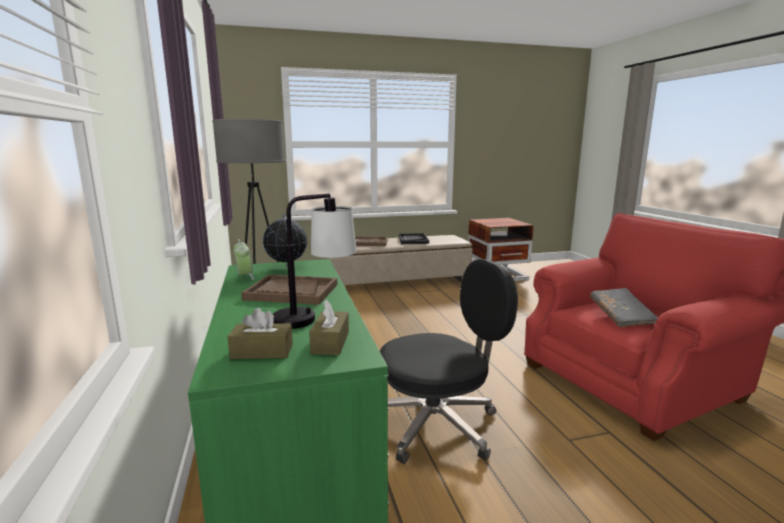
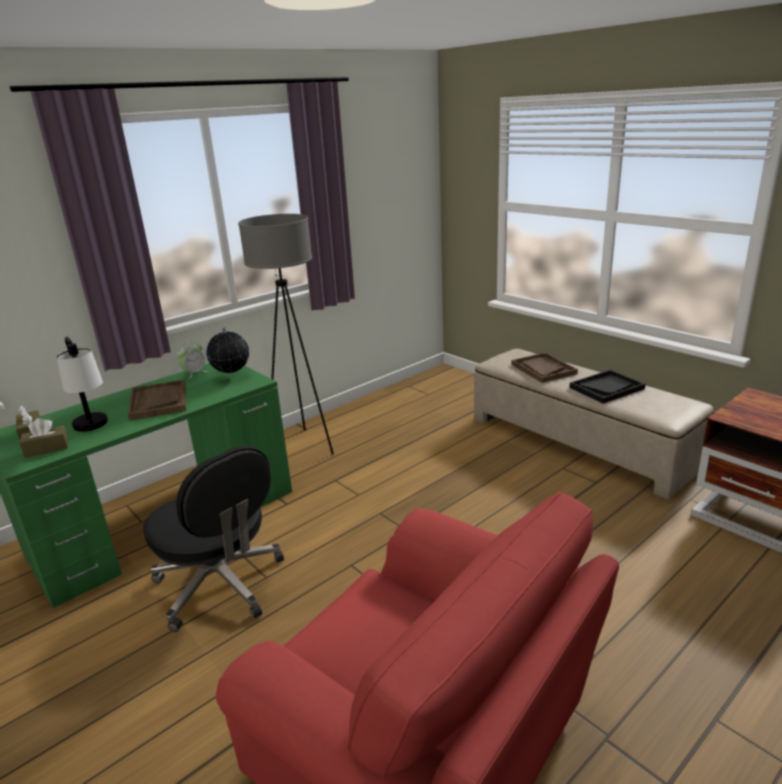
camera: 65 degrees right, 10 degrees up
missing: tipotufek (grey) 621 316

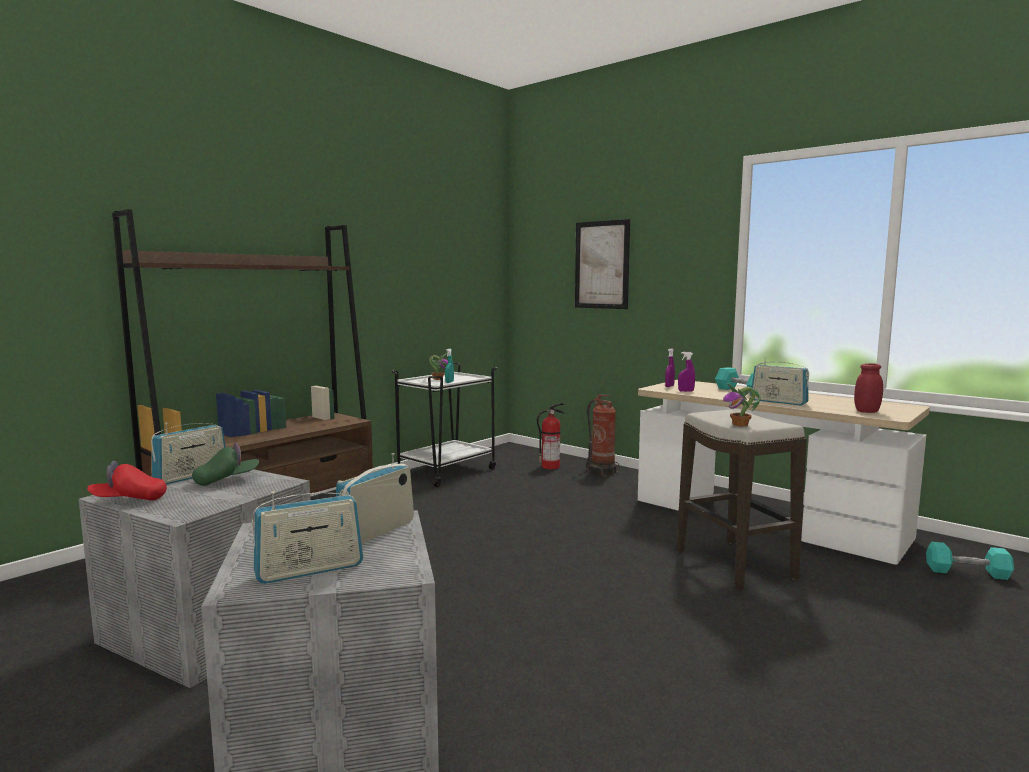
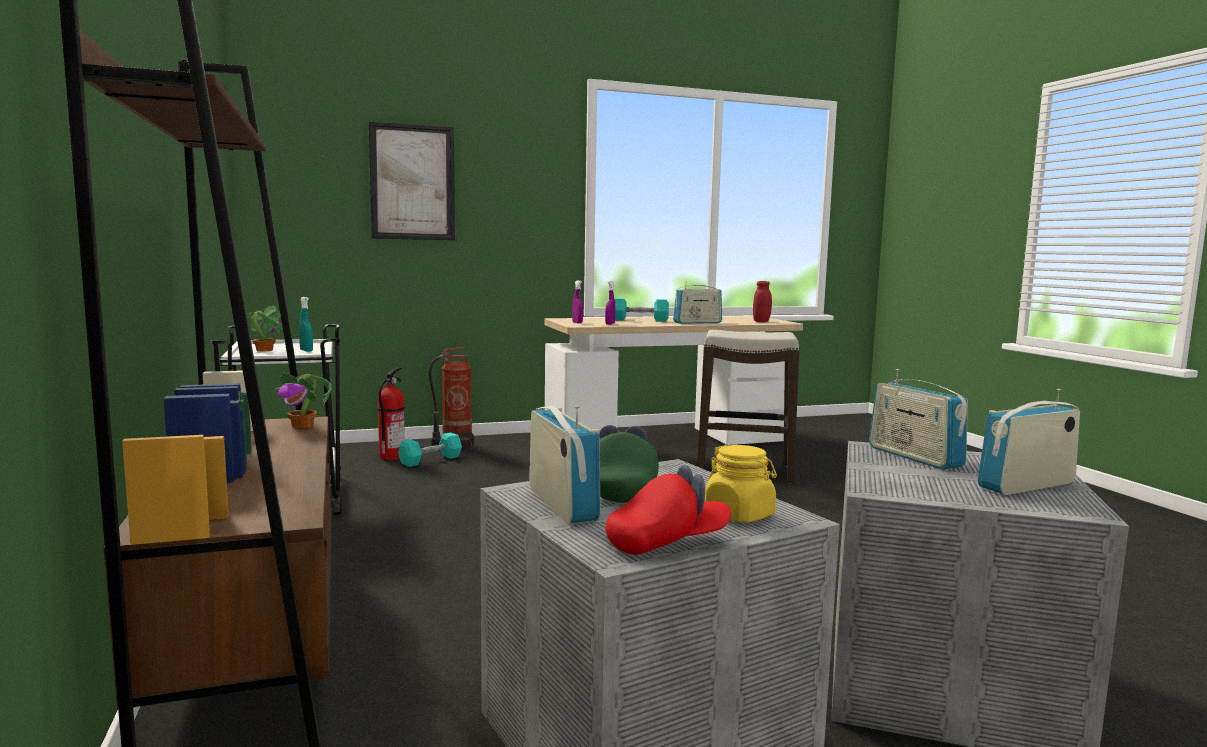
camera: 60 degrees left, 0 degrees up
appeared: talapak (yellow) 739 515
relocated: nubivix 740 425 to 303 426; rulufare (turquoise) 967 572 to 430 460
spun: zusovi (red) 129 500 = 667 543 120 degrees counterclockwise; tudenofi 309 570 = 1026 485 120 degrees counterclockwise

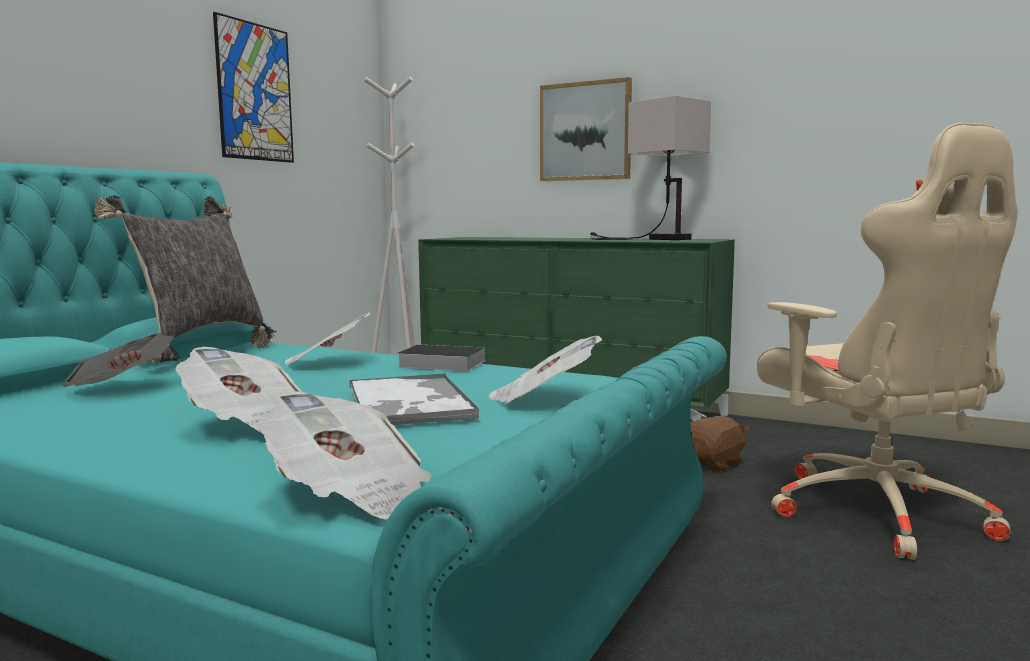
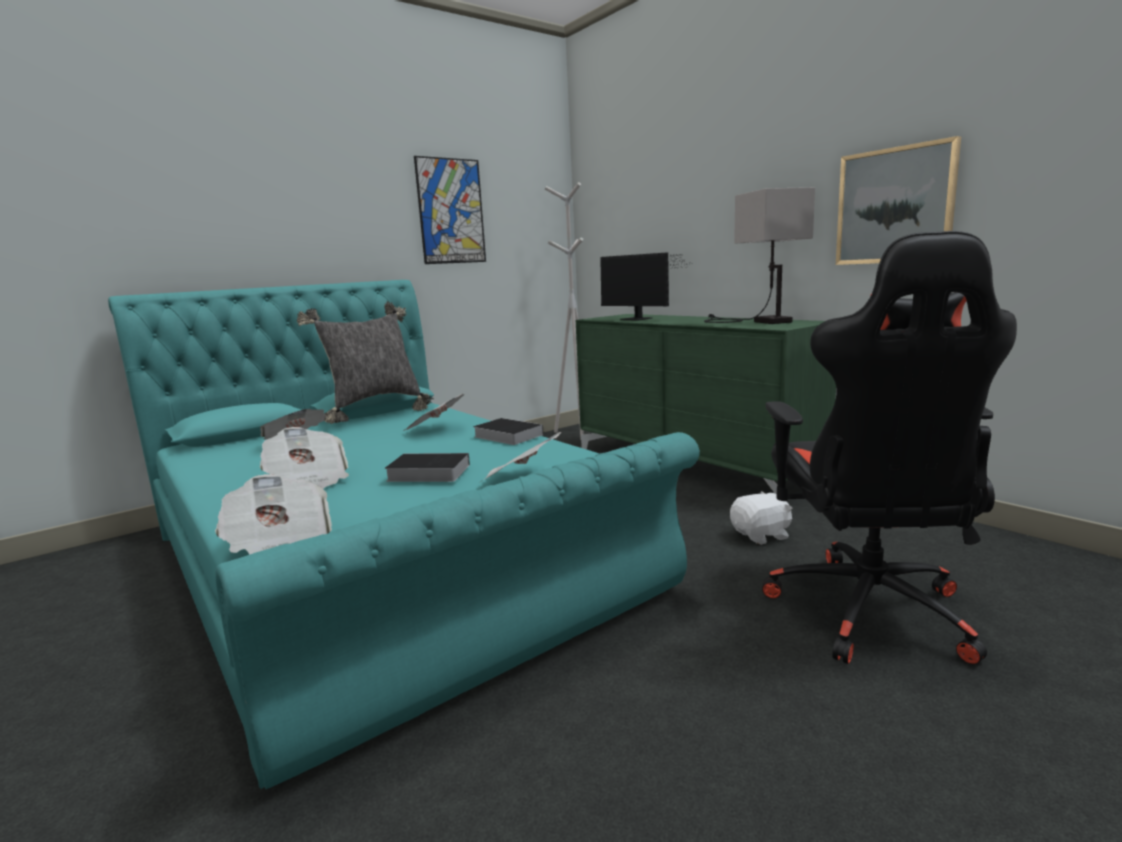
camera: 25 degrees right, 5 degrees up
appeared: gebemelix 639 319
relocated: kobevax 585 131 to 895 206
exchanged: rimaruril 410 402 to tipotufek 426 473
colour: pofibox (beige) 865 507 to pofibox (black) 862 601; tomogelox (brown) 713 464 to tomogelox (white) 761 535

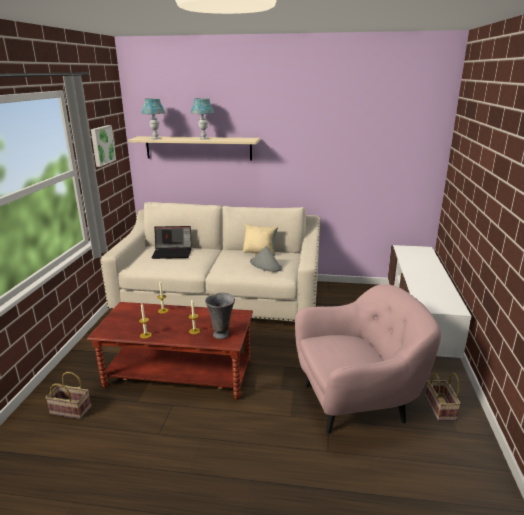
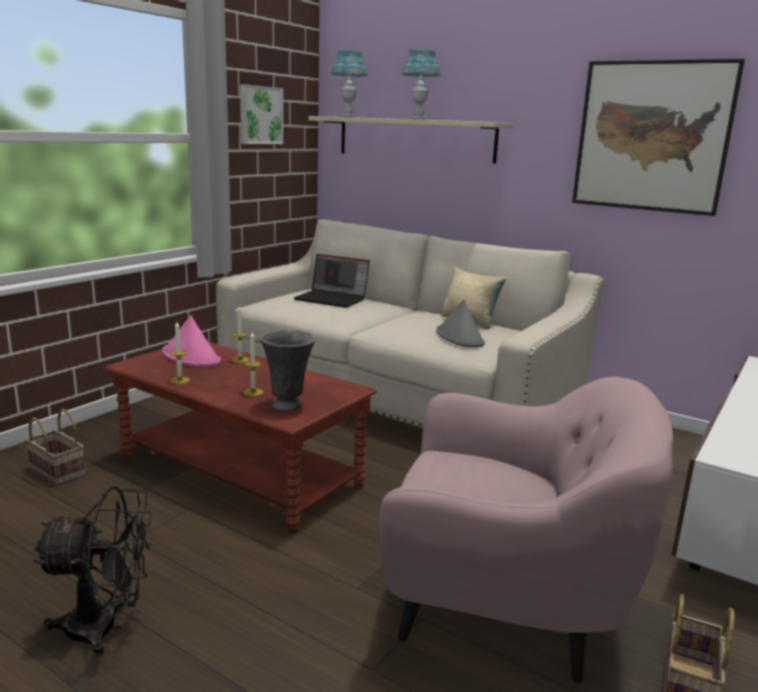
camera: 25 degrees right, 5 degrees down
appeared: kobevax 652 137; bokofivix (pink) 191 357; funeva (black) 105 627

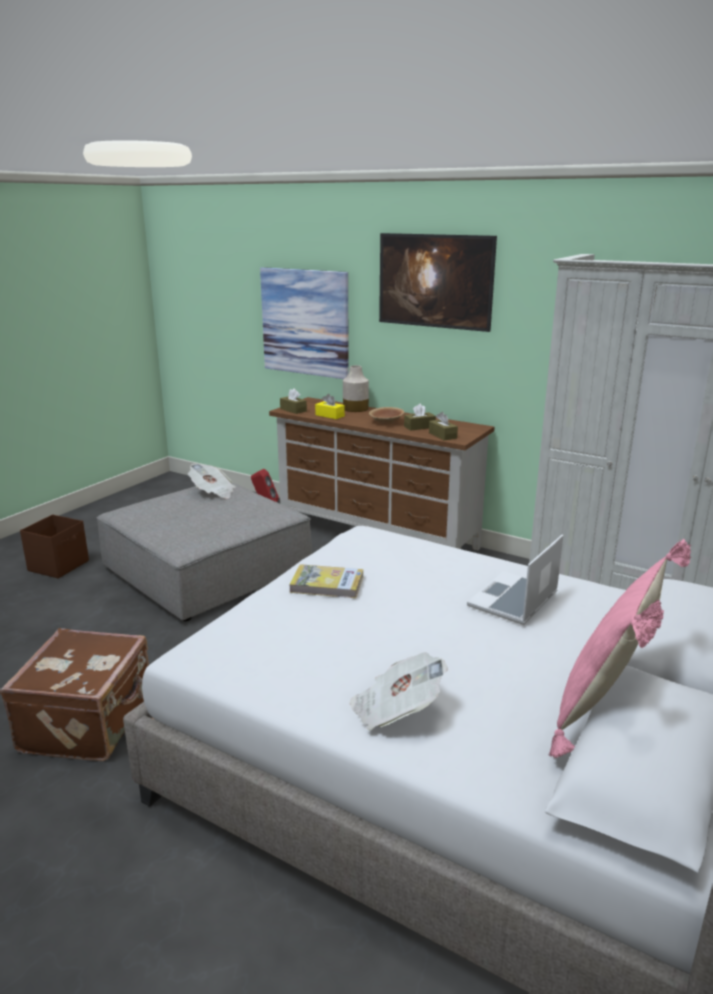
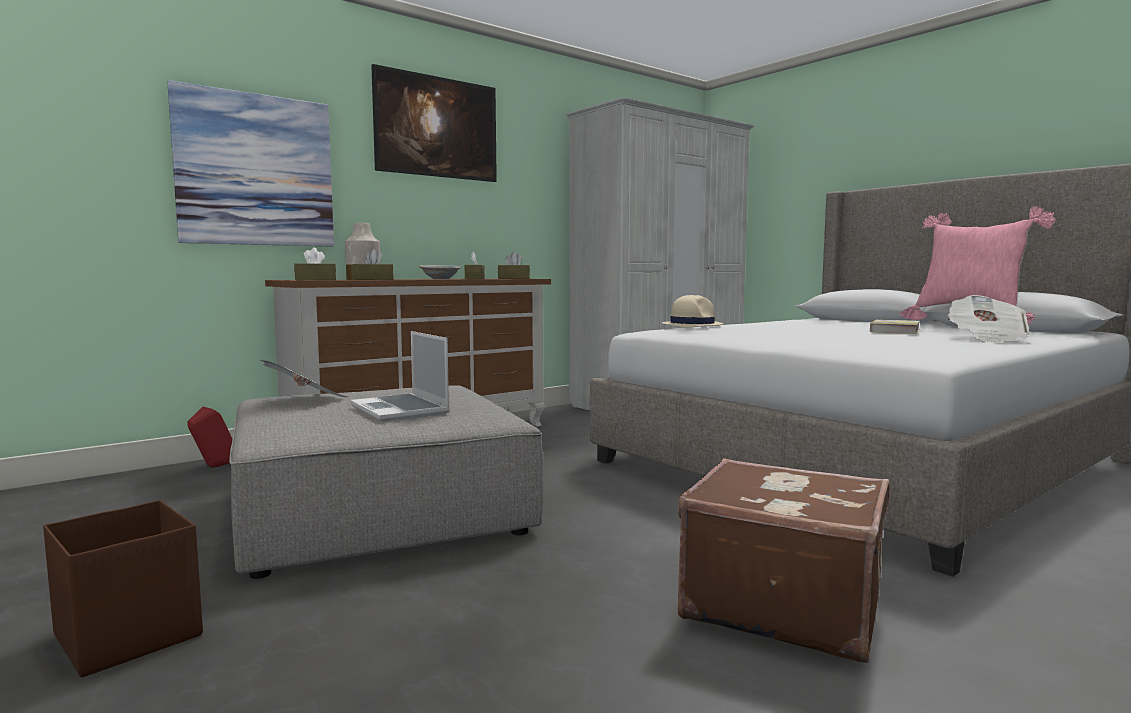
camera: 70 degrees left, 15 degrees down
appeared: bokofivix (beige) 692 325
relocated: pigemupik 514 601 to 401 410; tipotufek 327 584 to 895 330
colour: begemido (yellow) 330 415 to begemido (brown) 373 279; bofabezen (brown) 386 422 to bofabezen (grey) 440 279

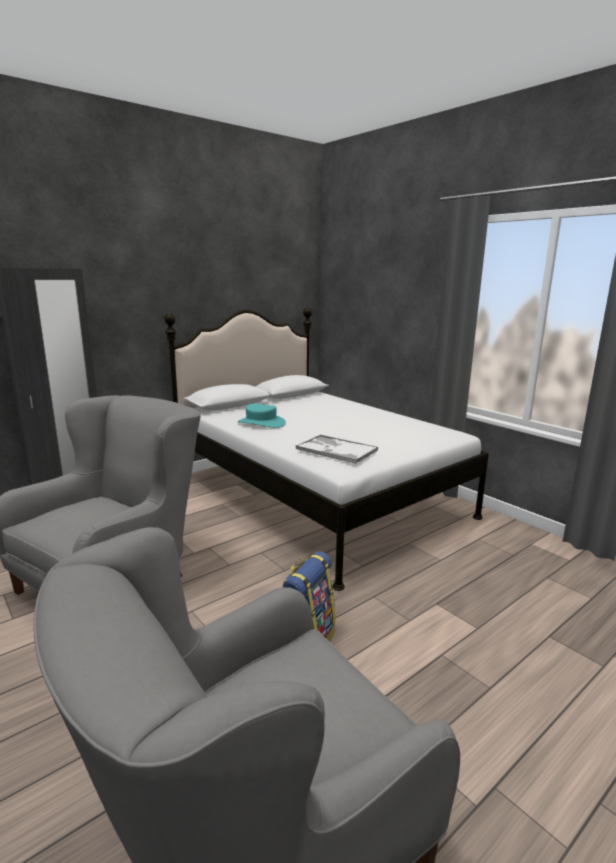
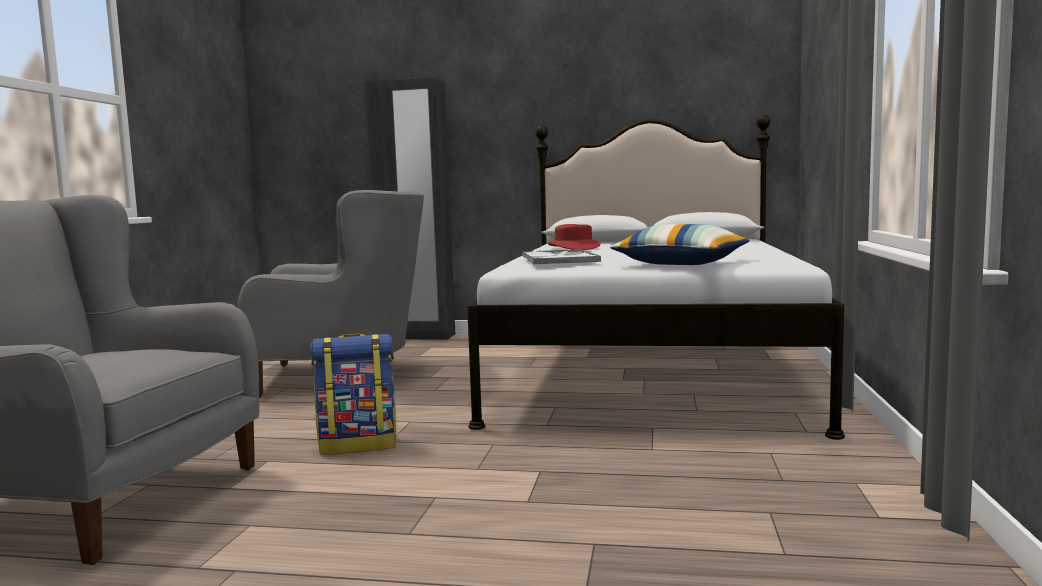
camera: 50 degrees right, 10 degrees down
appeared: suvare 681 264
colour: bokofivix (turquoise) 261 423 to bokofivix (red) 573 248

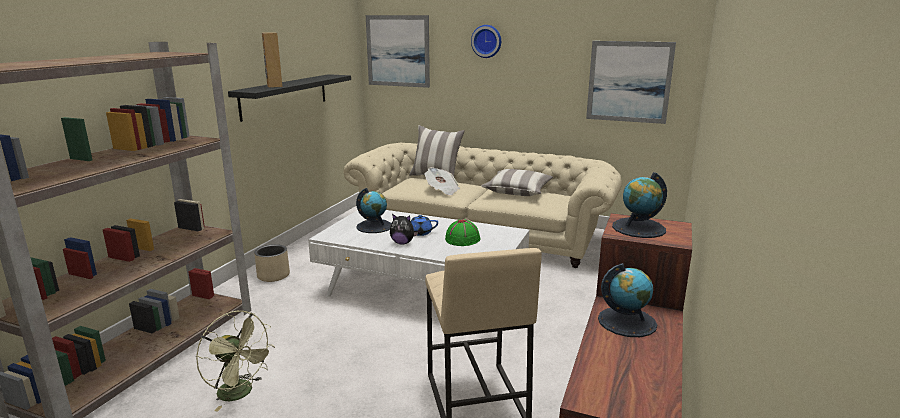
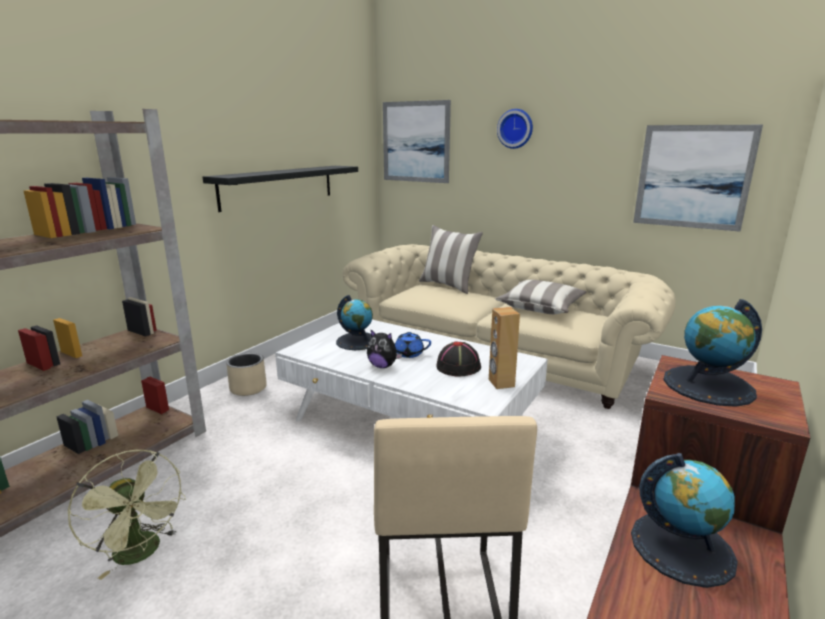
camera: 10 degrees right, 0 degrees up
missing: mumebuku 442 190
relocated: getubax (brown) 274 86 to 501 383
colour: bokofivix (green) 462 239 to bokofivix (black) 458 366

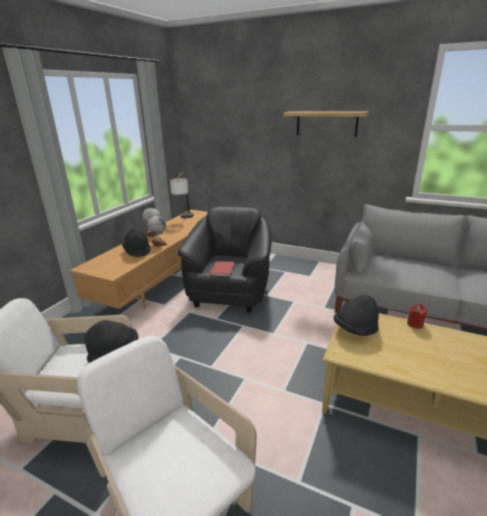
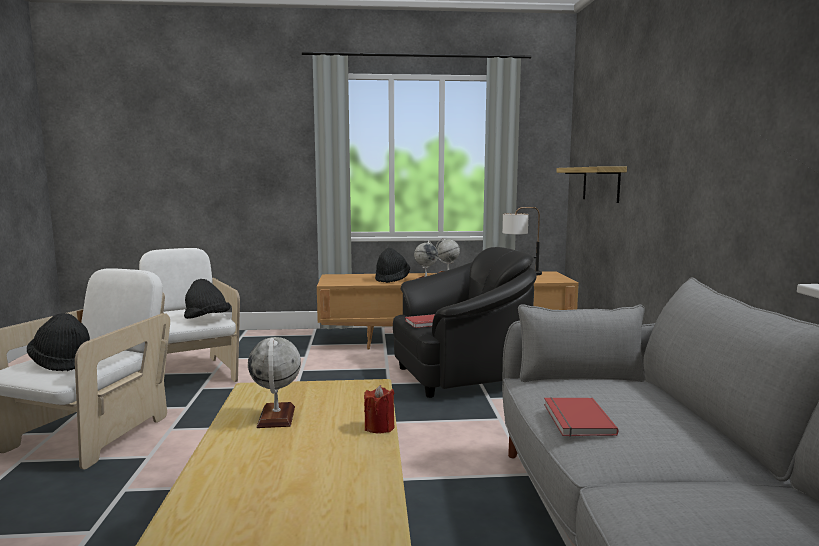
camera: 60 degrees right, 15 degrees down
appeared: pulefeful 276 417; tipotufek (red) 576 419
relocated: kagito 326 123 to 601 184; bokofivix (black) 355 329 to 63 363

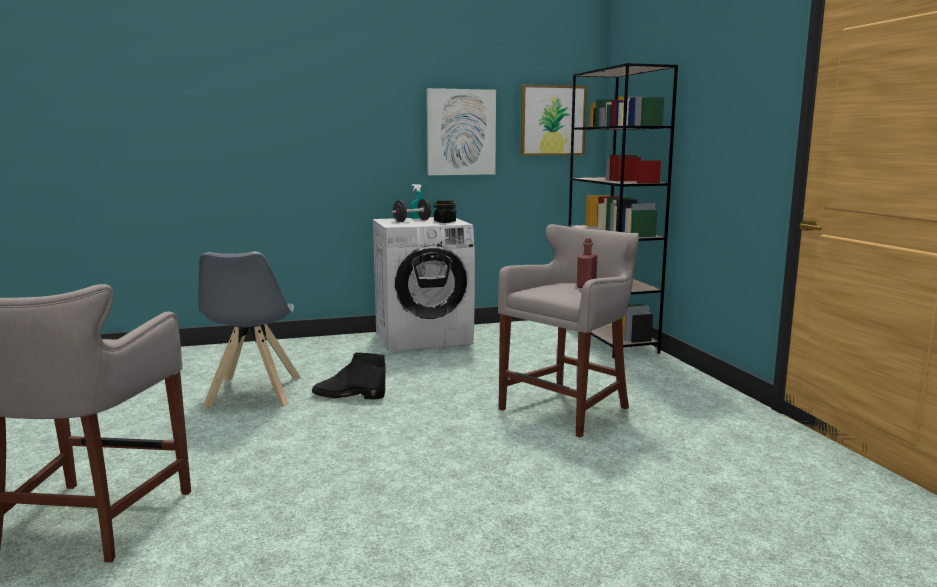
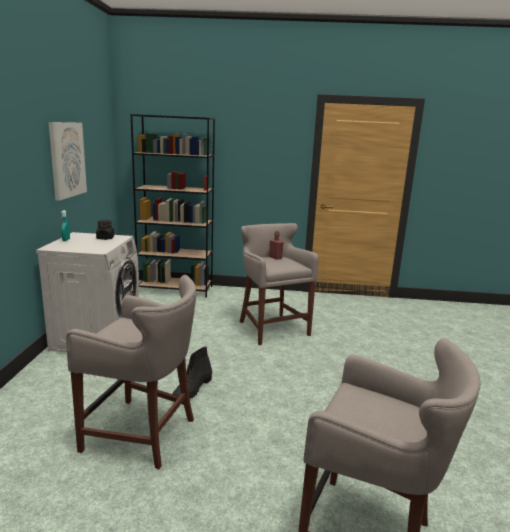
camera: 70 degrees left, 5 degrees up
missing: kobevax 552 120; rulufare (black) 412 221
exchanged: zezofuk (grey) 253 393 to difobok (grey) 143 434

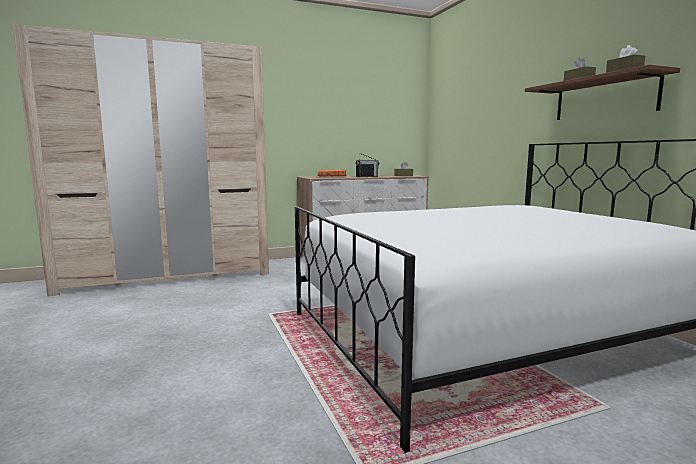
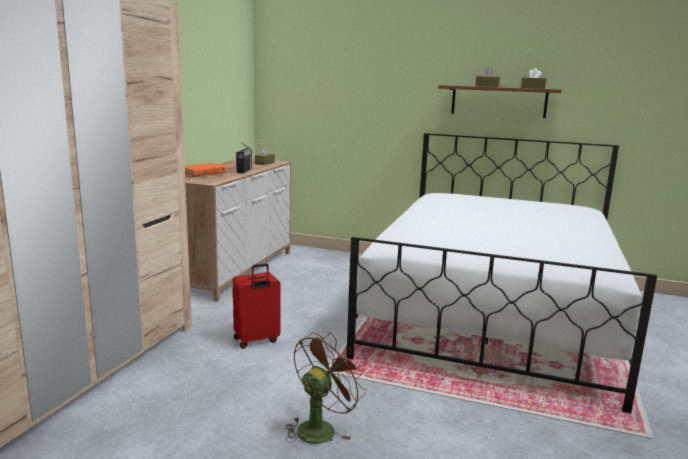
camera: 50 degrees left, 5 degrees up
appeared: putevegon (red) 256 340; funeva (brown) 320 427

